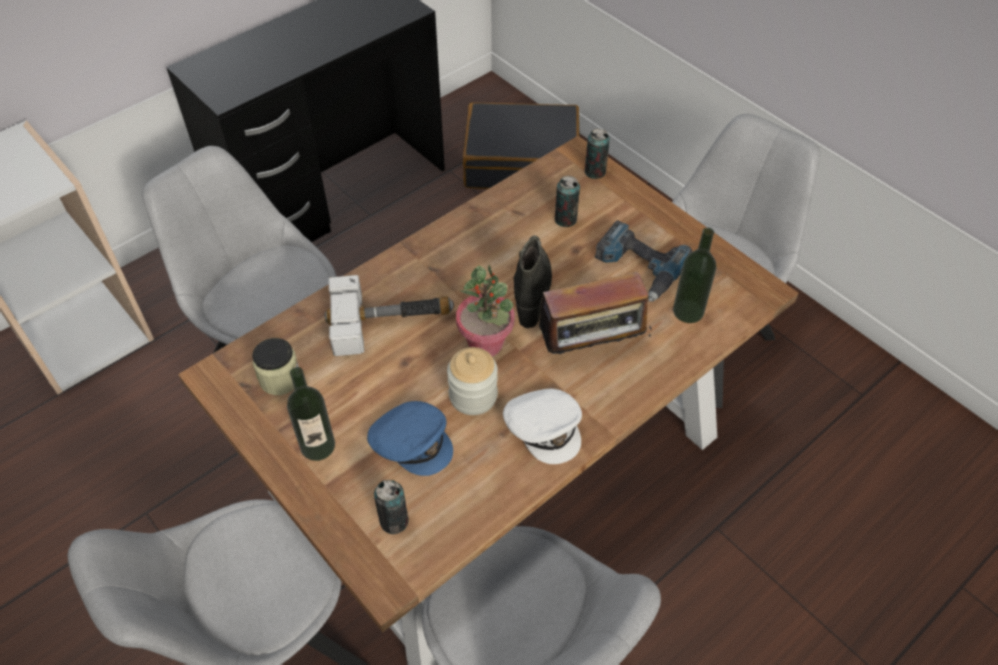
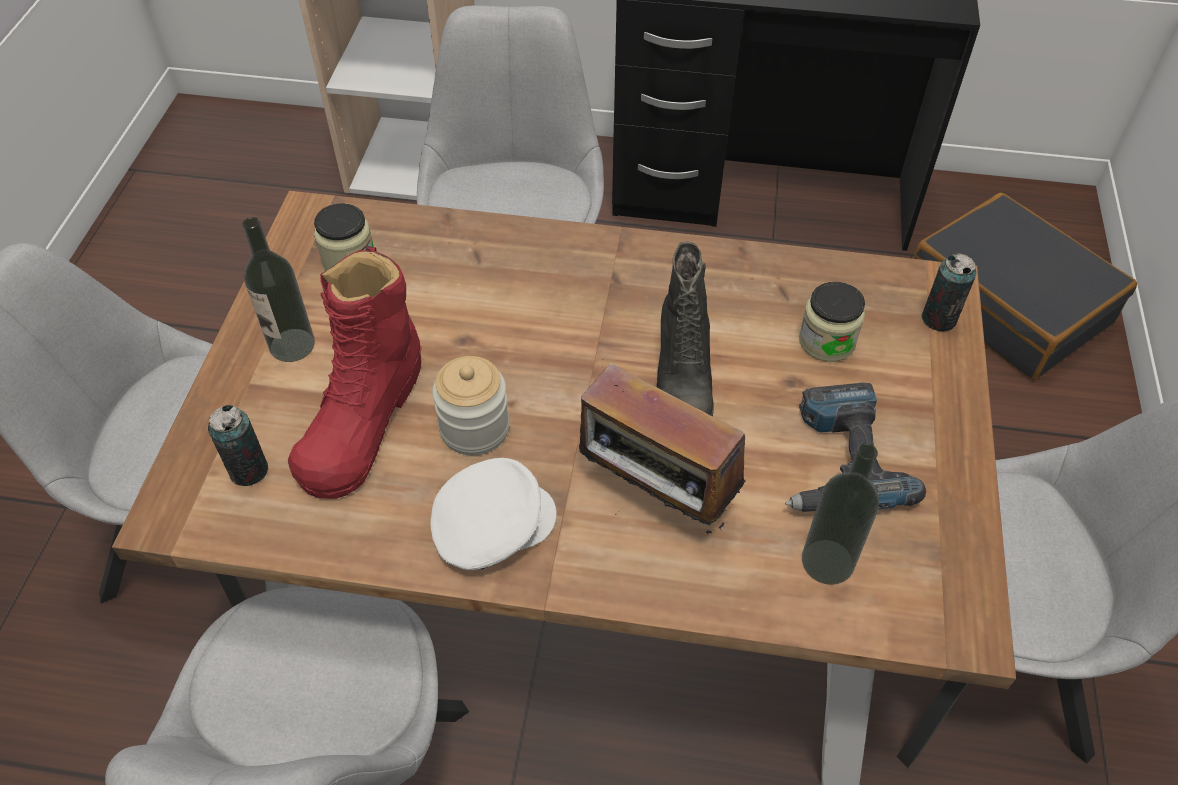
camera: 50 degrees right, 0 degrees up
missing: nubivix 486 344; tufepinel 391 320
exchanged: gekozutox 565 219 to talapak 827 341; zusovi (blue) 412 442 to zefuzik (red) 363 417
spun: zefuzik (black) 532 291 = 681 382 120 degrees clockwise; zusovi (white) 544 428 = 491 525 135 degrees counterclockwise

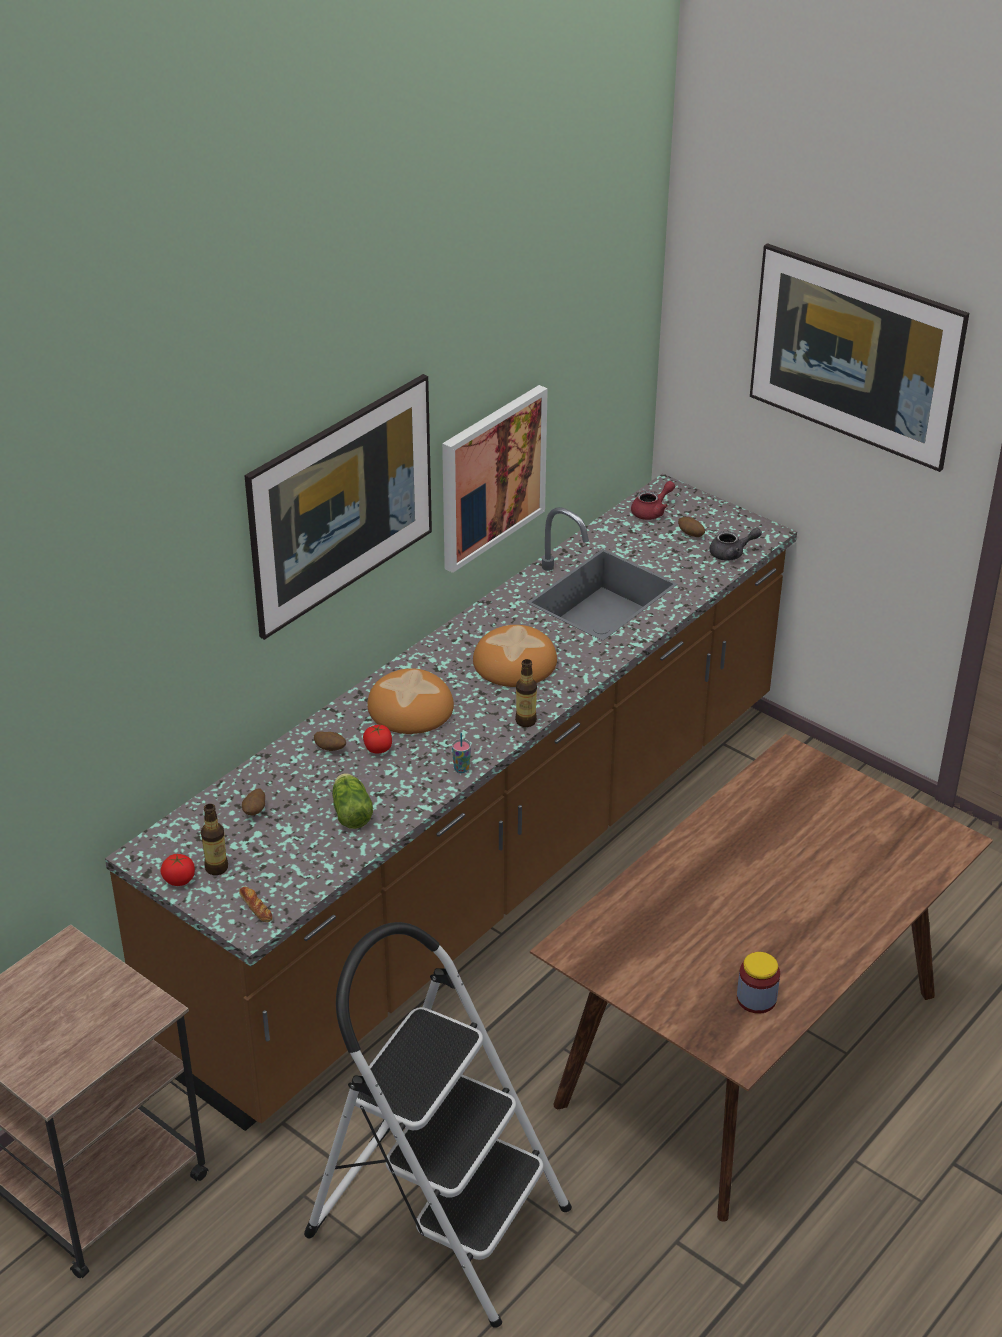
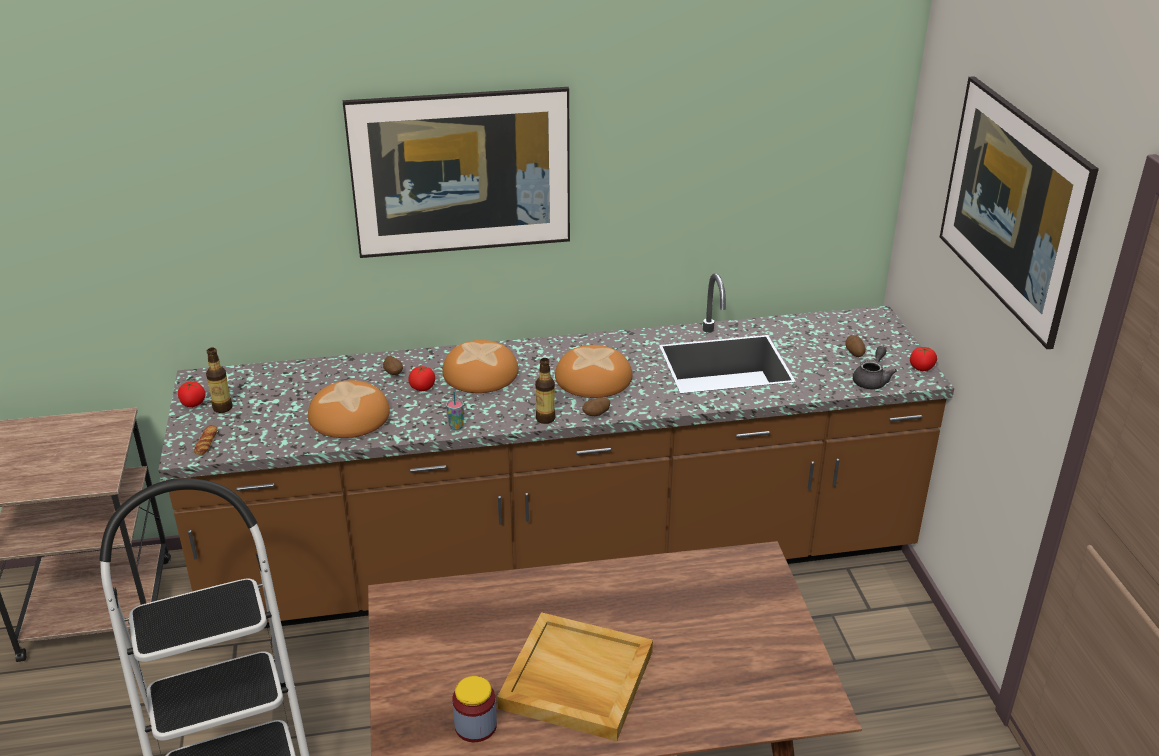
camera: 40 degrees right, 5 degrees down
missing: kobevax 491 476; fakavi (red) 652 511
appeared: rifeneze 921 368; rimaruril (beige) 575 680
relocated: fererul 255 811 to 596 415
exchanged: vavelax 351 811 to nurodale 348 416
spun: fakavi (grey) 732 553 = 872 380 90 degrees counterclockwise

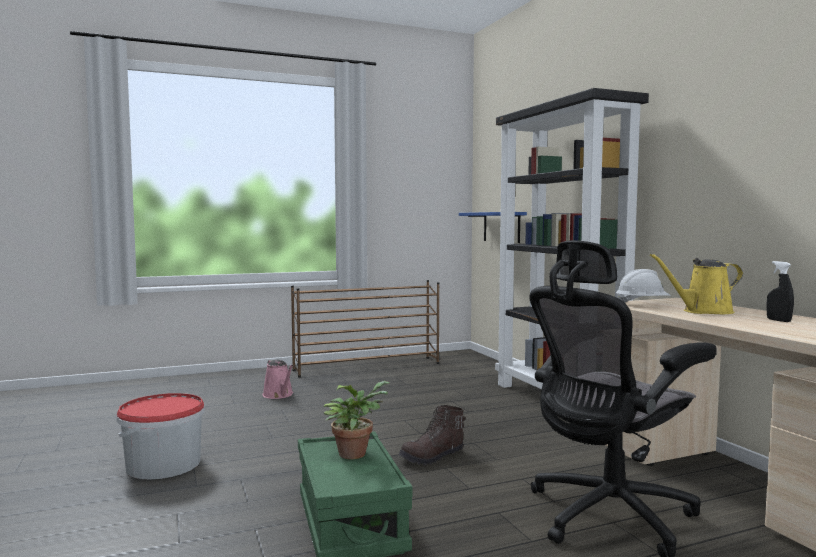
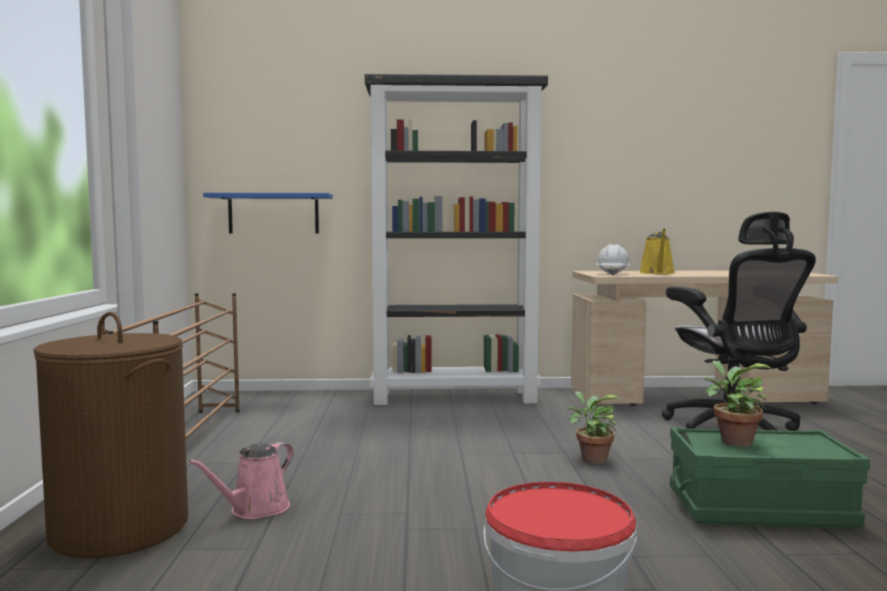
camera: 70 degrees left, 0 degrees up
missing: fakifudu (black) 778 320
appeared: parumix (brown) 119 529
exchanged: zefuzik (brown) 432 457 to nubivix 591 459
spun: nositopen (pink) 279 395 = 255 510 135 degrees clockwise

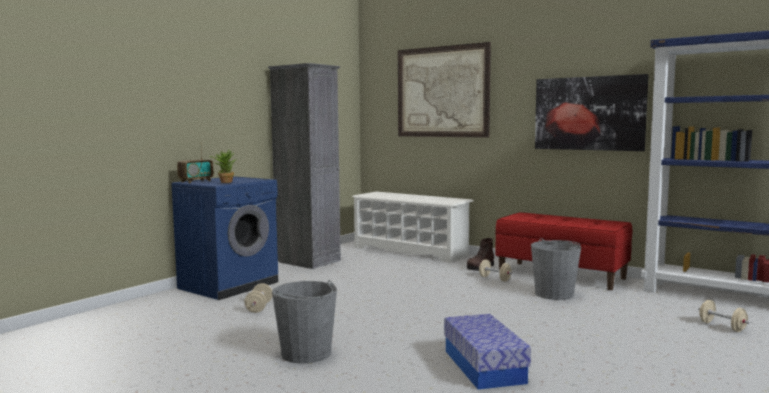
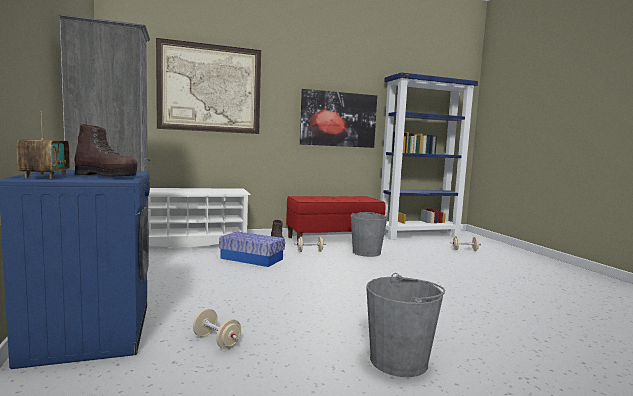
camera: 55 degrees left, 0 degrees up
relocated: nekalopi 484 366 to 252 259
exchanged: nubivix 224 182 to zefuzik (brown) 107 175

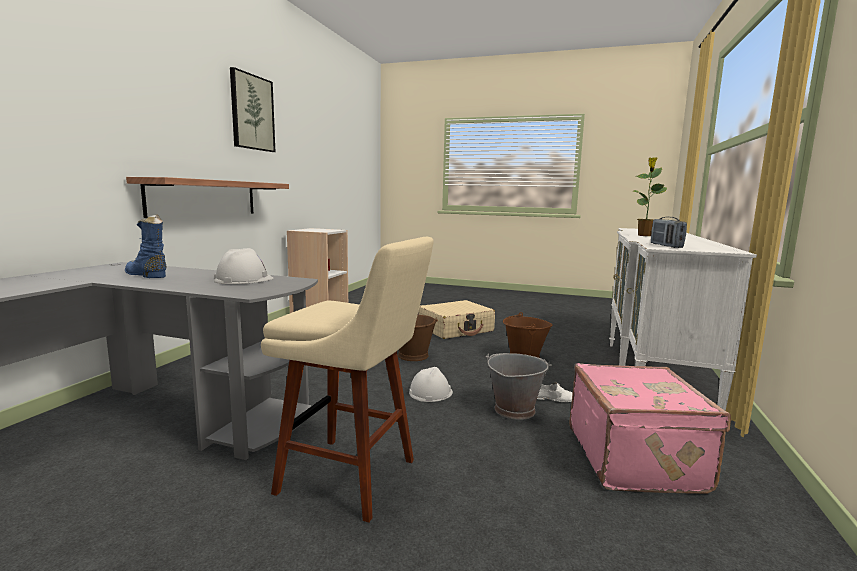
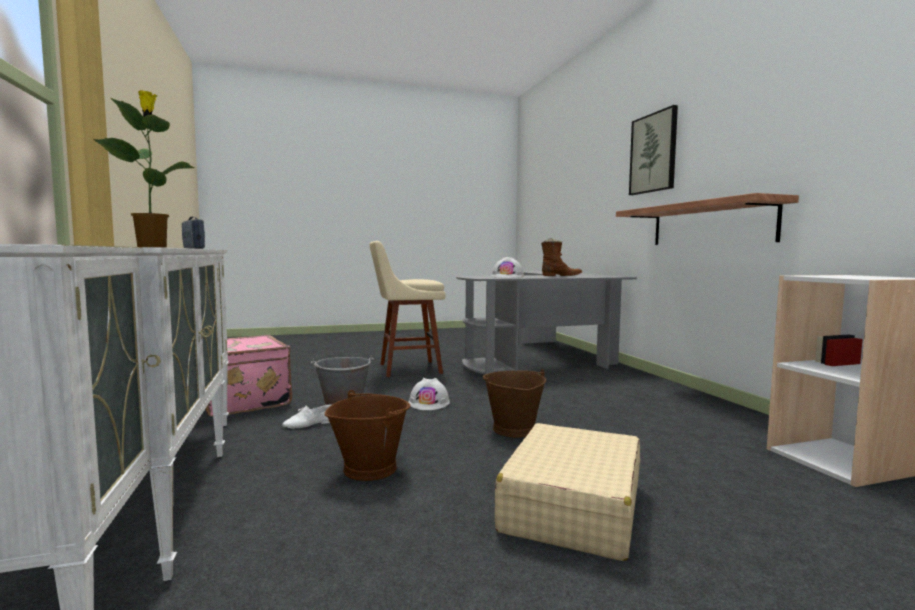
camera: 145 degrees right, 5 degrees down
relocated: kobevax 252 112 to 653 153
colour: zefuzik (blue) 146 275 to zefuzik (brown) 560 276

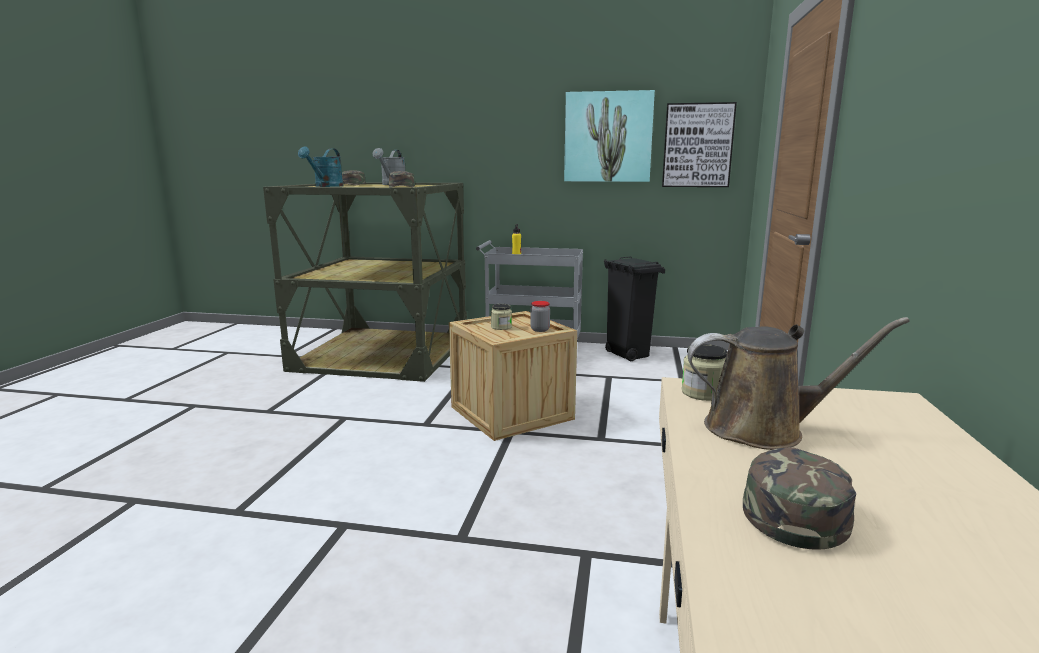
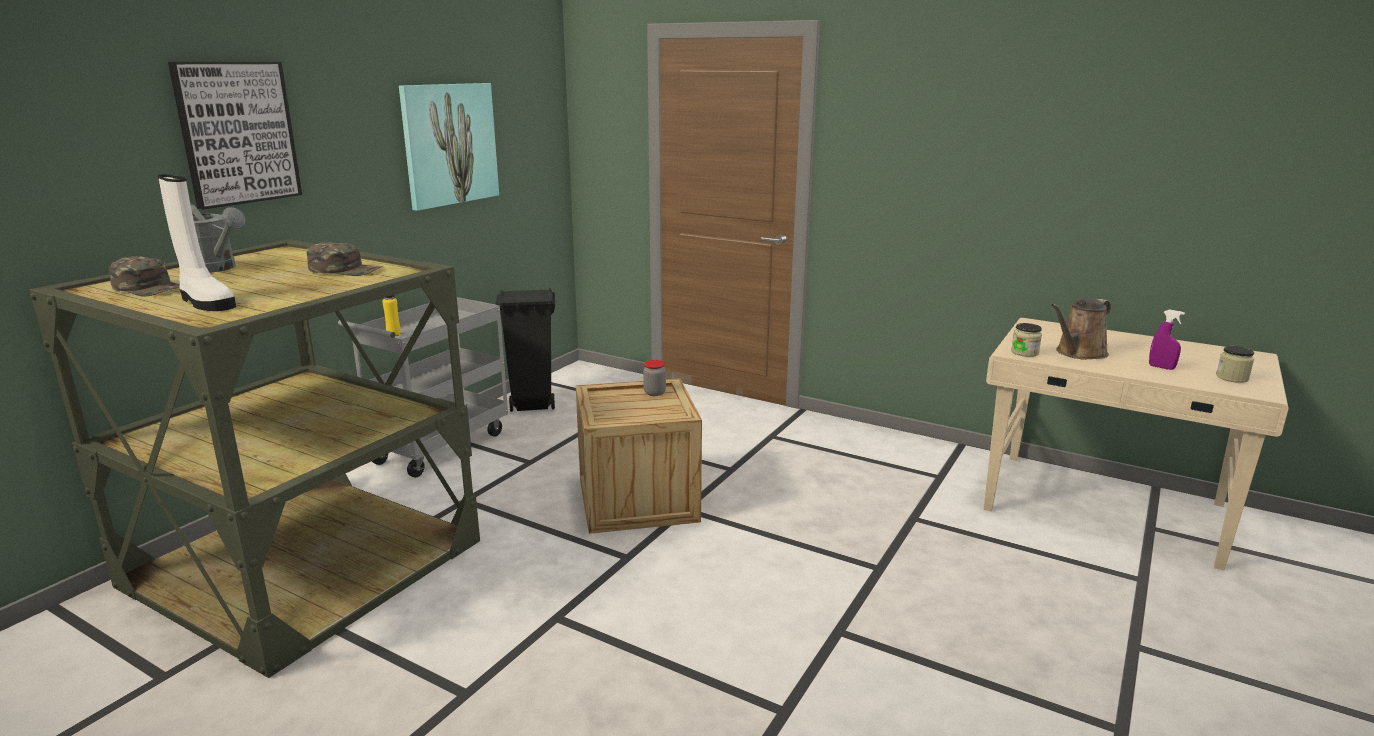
camera: 70 degrees left, 5 degrees up
relocated: kobevax 697 145 to 237 133; talapak 501 327 to 1232 378
exchanged: nositopen (turquoise) 326 186 to zefuzik (white) 205 302; zusovi (green) 792 504 to fakifudu (purple) 1161 367
spun: nositopen (brown) 763 429 = 1078 353 150 degrees counterclockwise

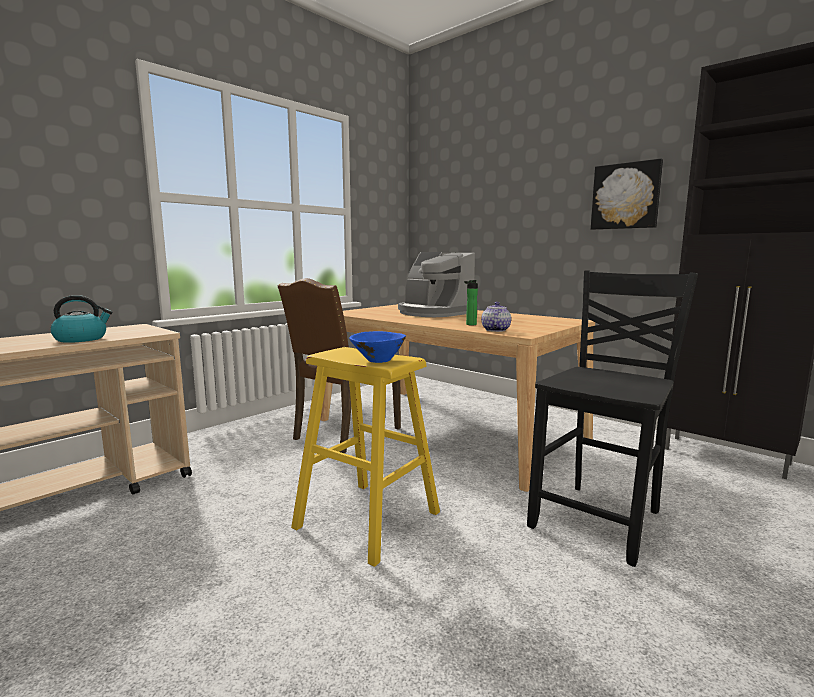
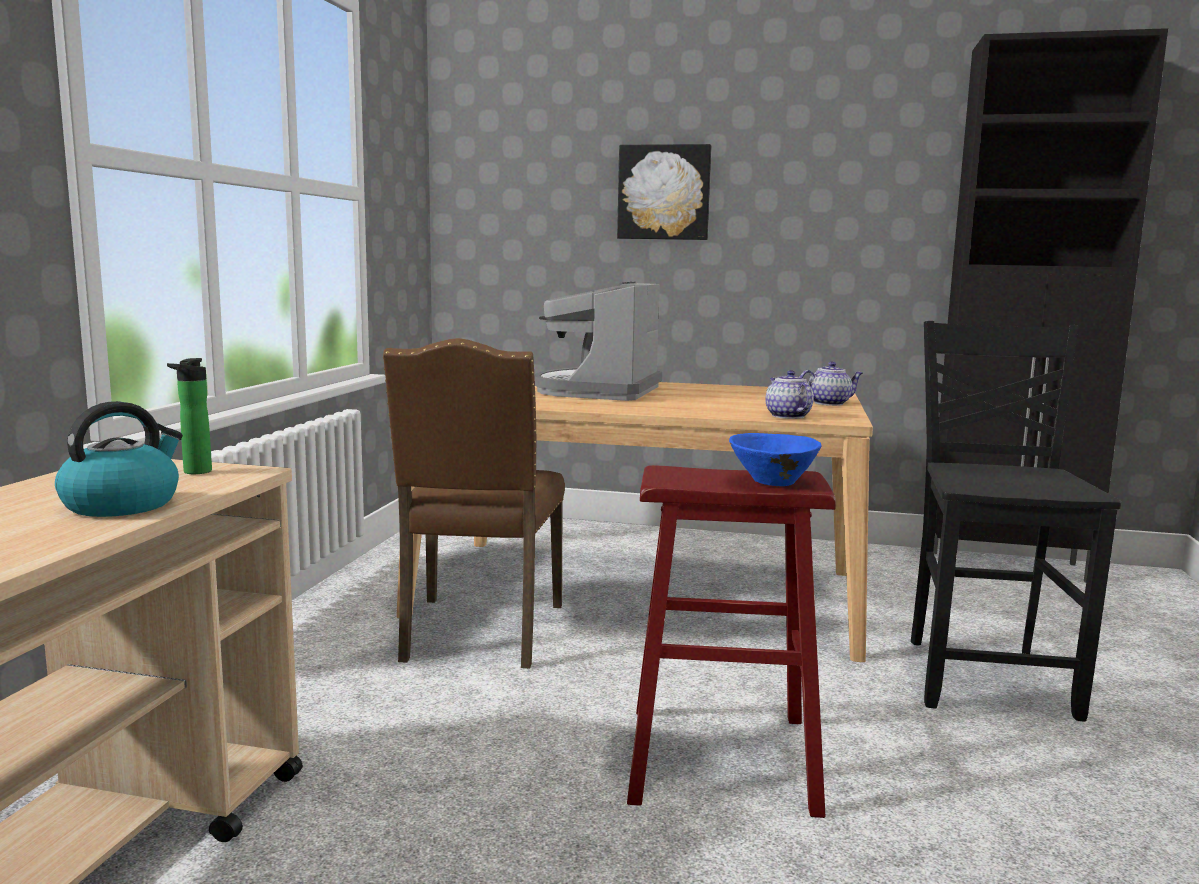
camera: 30 degrees left, 0 degrees up
appeared: fakavi 829 403
relocated: kobevax 626 196 to 664 192; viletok 470 325 to 194 472
colour: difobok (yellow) 368 520 to difobok (red) 721 758
spun: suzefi 433 313 = 598 391 90 degrees clockwise

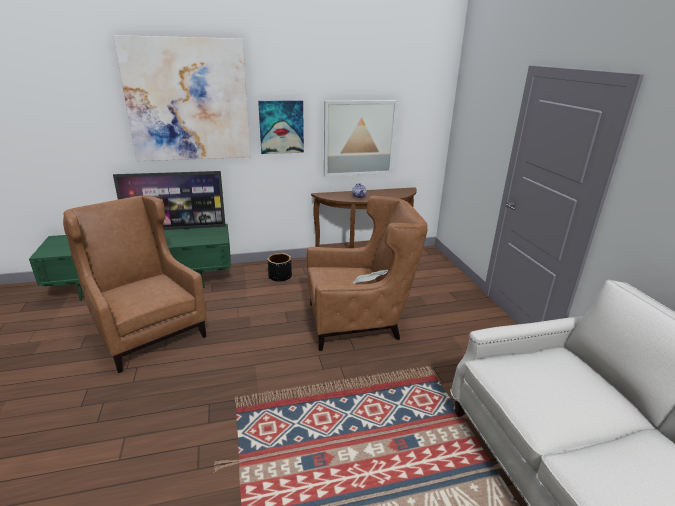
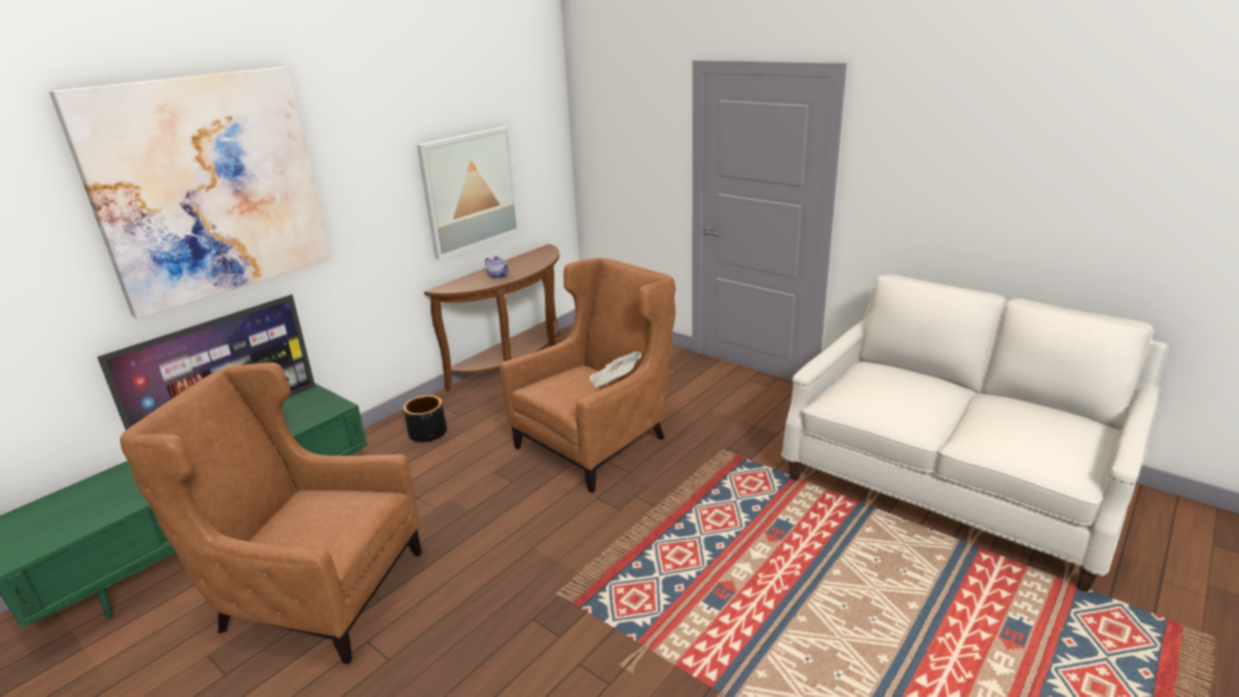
camera: 35 degrees left, 0 degrees up
missing: kobevax 281 127

